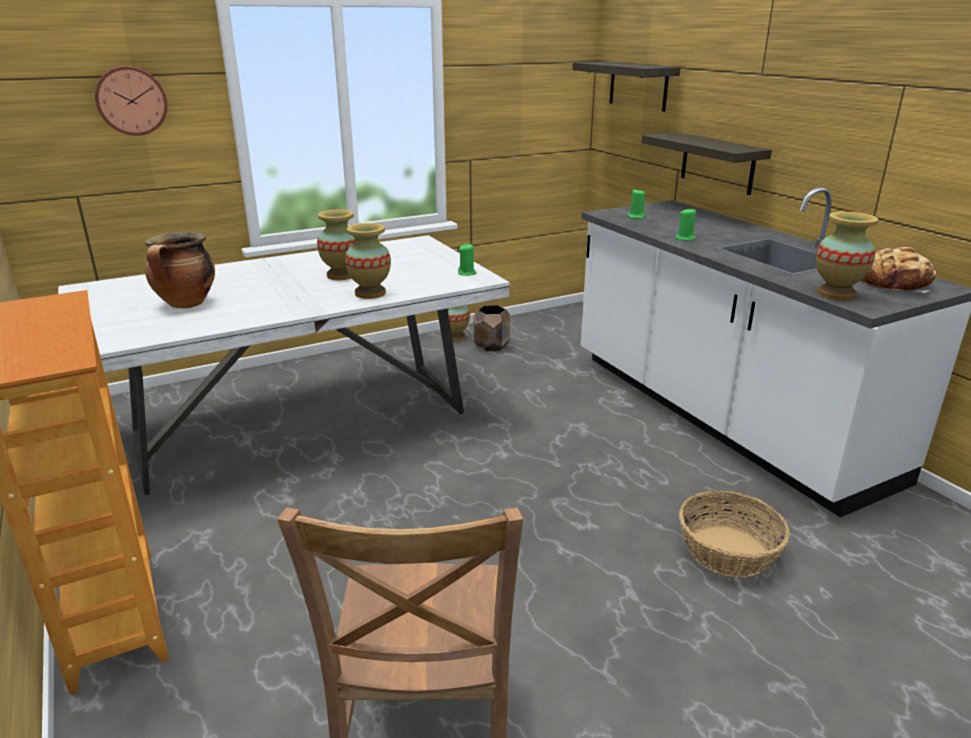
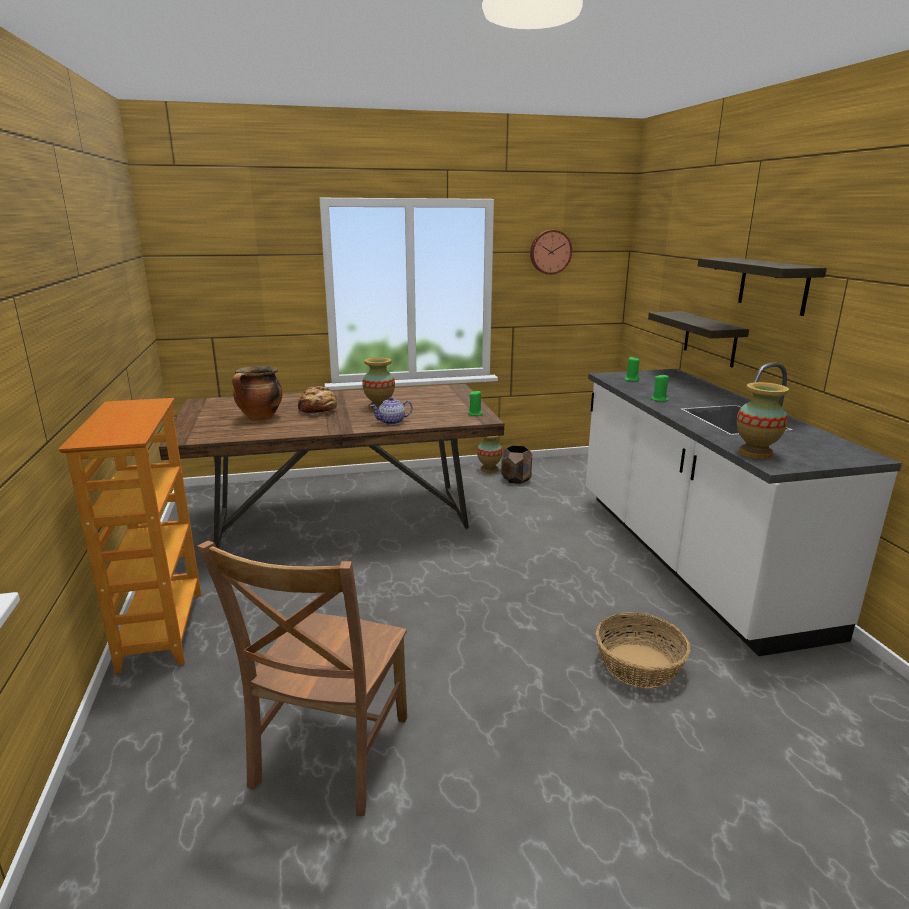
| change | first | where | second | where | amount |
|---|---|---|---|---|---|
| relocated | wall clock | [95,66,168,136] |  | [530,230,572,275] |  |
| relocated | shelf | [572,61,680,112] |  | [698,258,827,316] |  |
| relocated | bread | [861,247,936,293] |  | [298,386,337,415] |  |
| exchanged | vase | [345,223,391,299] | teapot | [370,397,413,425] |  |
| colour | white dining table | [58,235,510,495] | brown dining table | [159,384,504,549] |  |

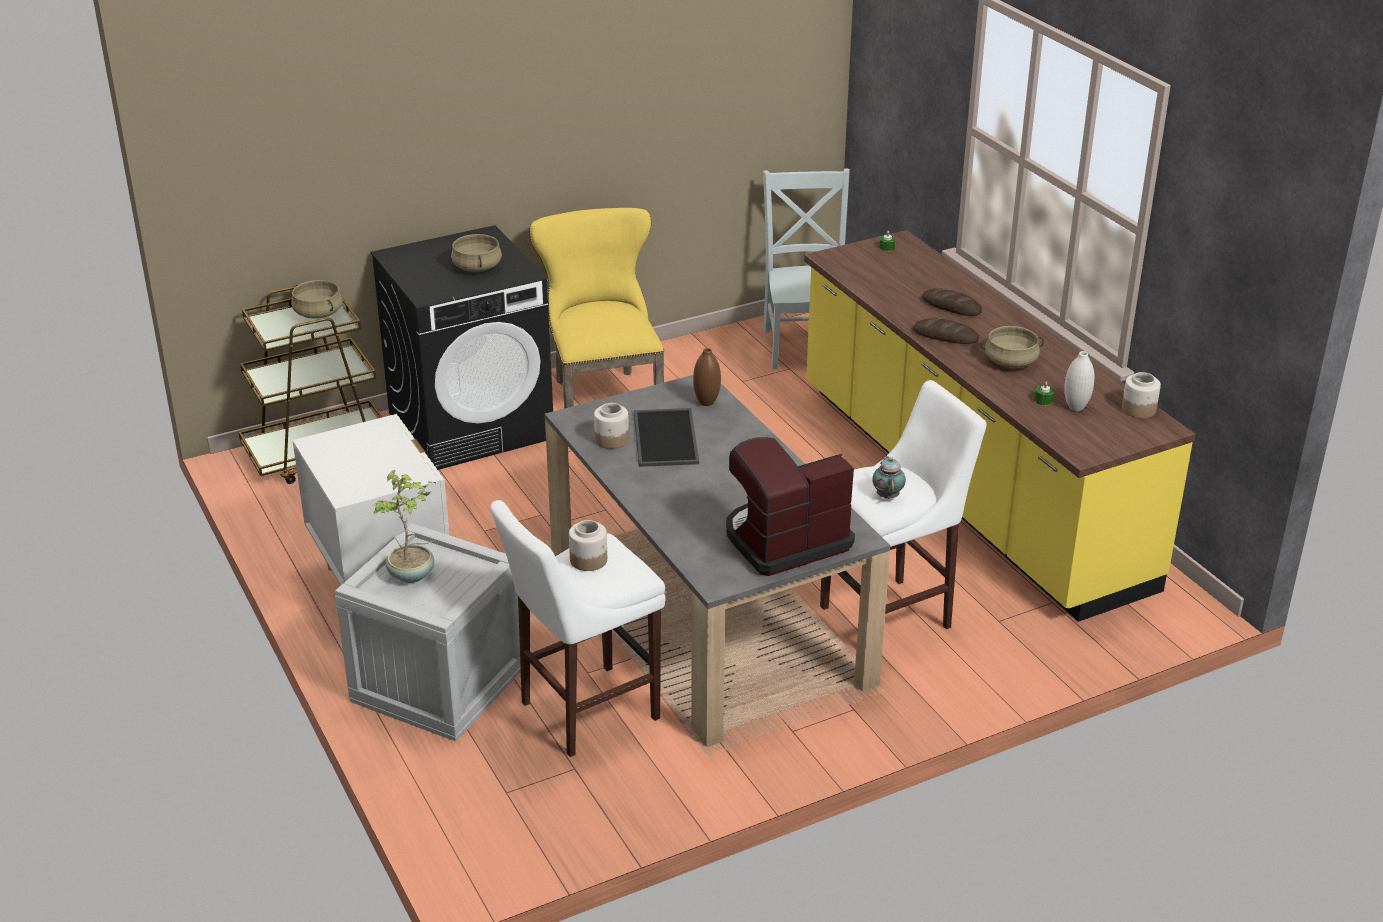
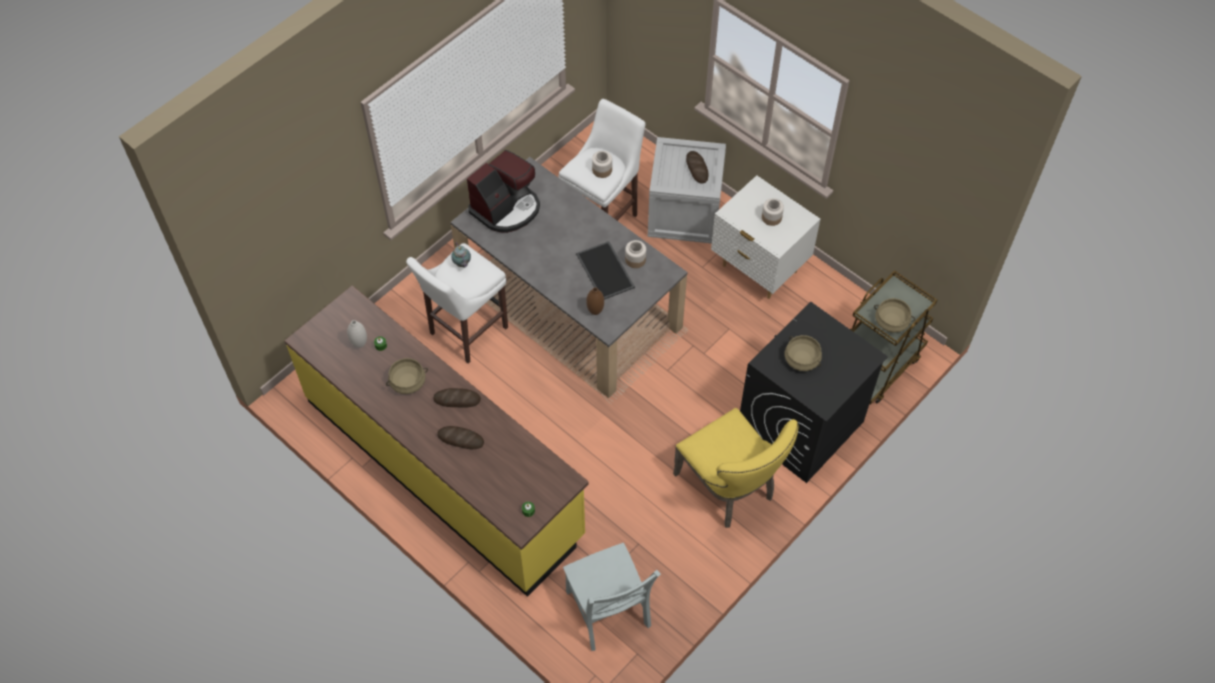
| change | first | where | second | where | amount |
|---|---|---|---|---|---|
| relocated | jar | [1122,372,1161,418] |  | [762,198,784,226] |  |
| exchanged | potted plant | [374,470,435,583] | bread | [686,151,709,183] |  |

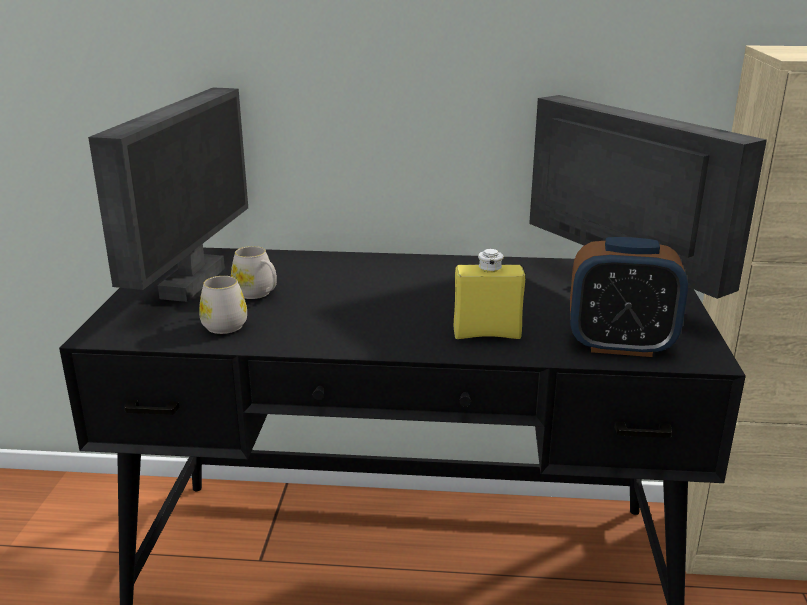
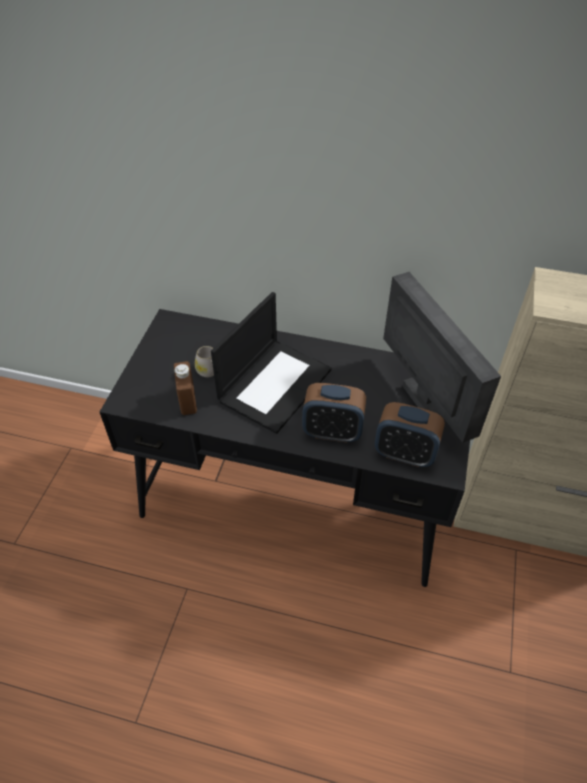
| change | first | where | second | where | amount |
|---|---|---|---|---|---|
| missing | monitor | [88,87,248,302] |  |  |  |
| appeared |  |  | laptop | [211,292,332,434] |  |
| exchanged | white mug | [199,276,247,334] | brown bottle | [174,361,197,415] |  |
| exchanged | yellow bottle | [454,249,525,339] | alarm clock | [302,383,366,443] |  |

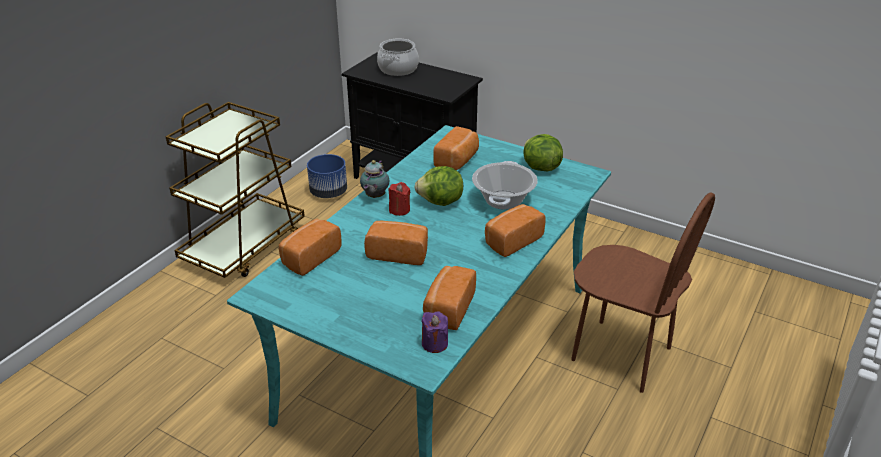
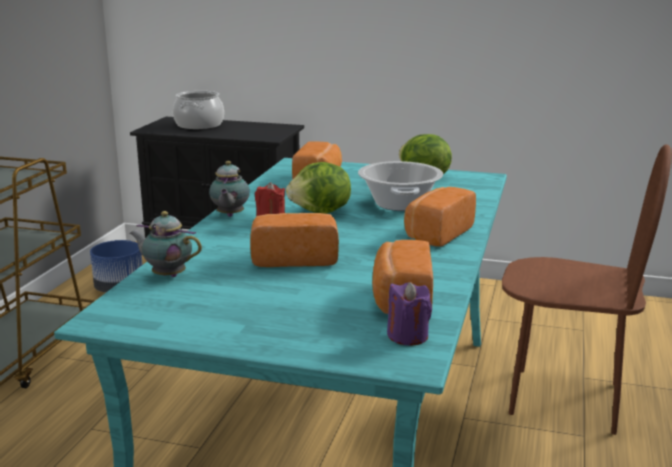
| change | first | where | second | where | amount |
|---|---|---|---|---|---|
| exchanged | bread | [279,219,342,276] | teapot | [130,211,202,277] |  |

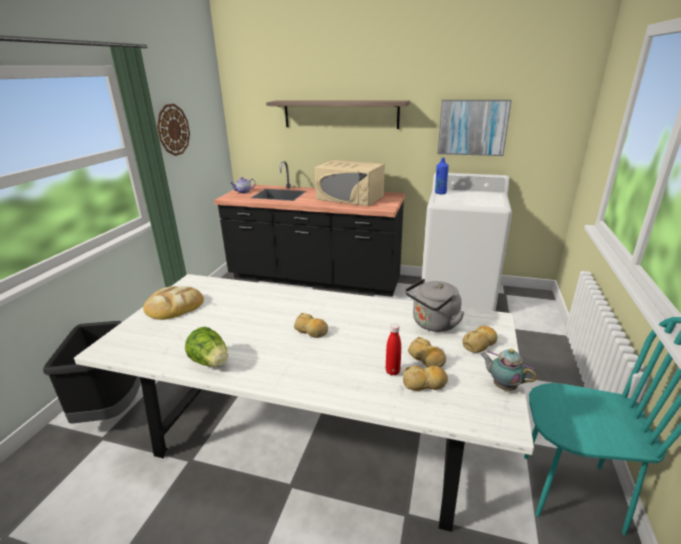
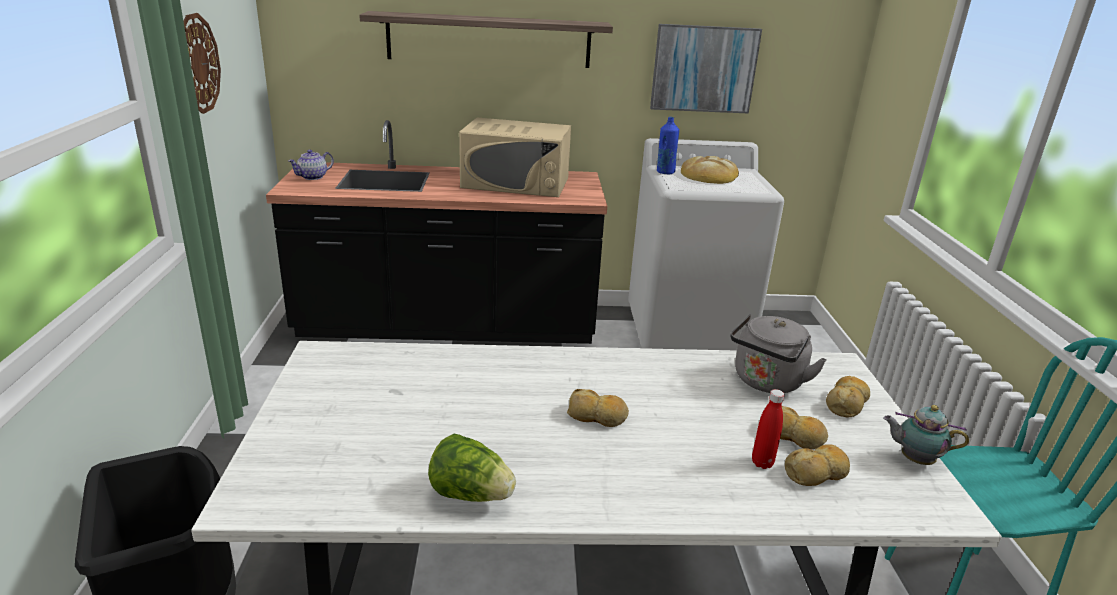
| change | first | where | second | where | amount |
|---|---|---|---|---|---|
| relocated | bread | [143,286,204,320] |  | [681,156,739,184] |  |

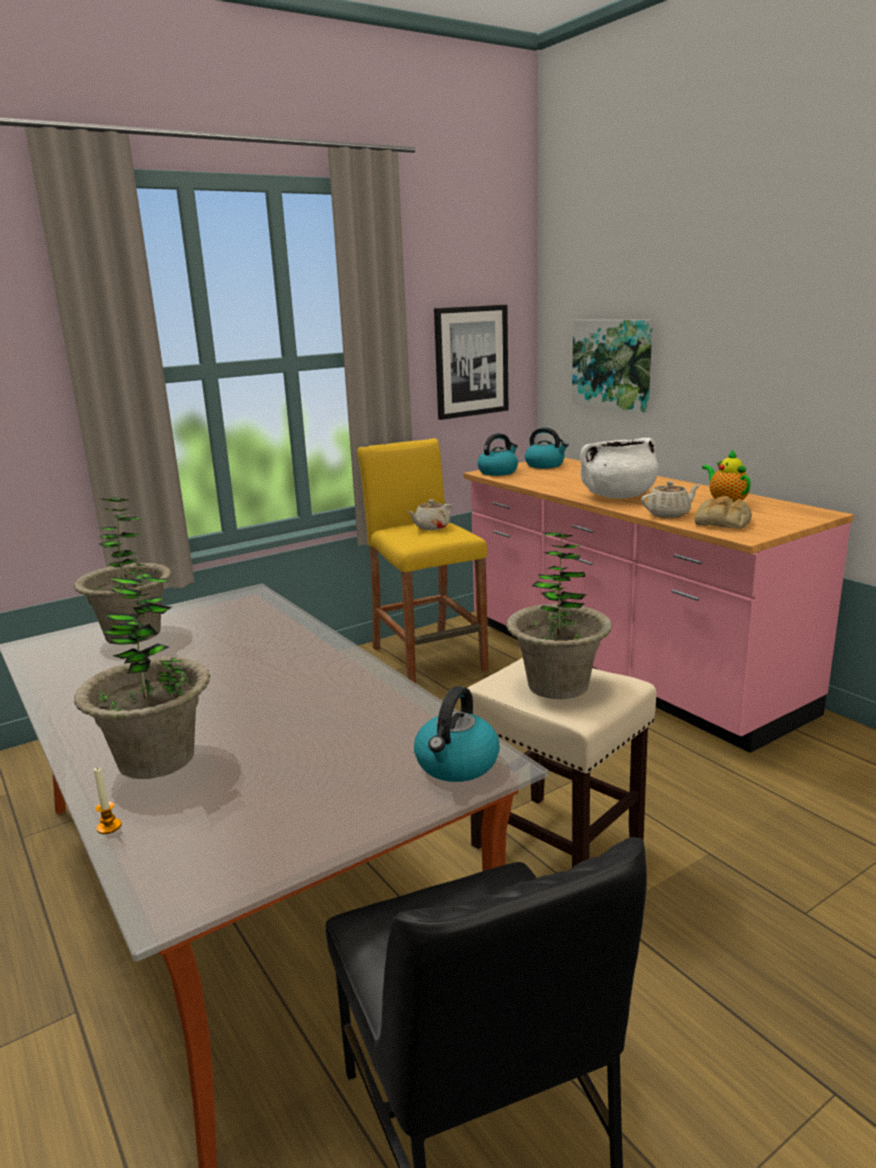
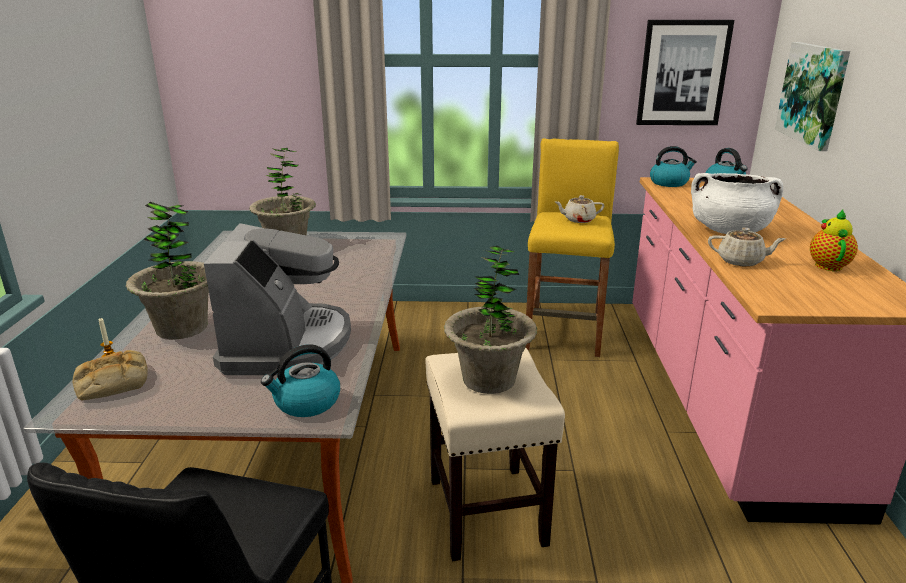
| change | first | where | second | where | amount |
|---|---|---|---|---|---|
| appeared |  |  | coffee machine | [204,223,351,375] |  |
| relocated | bread | [695,496,752,529] |  | [73,350,148,400] |  |

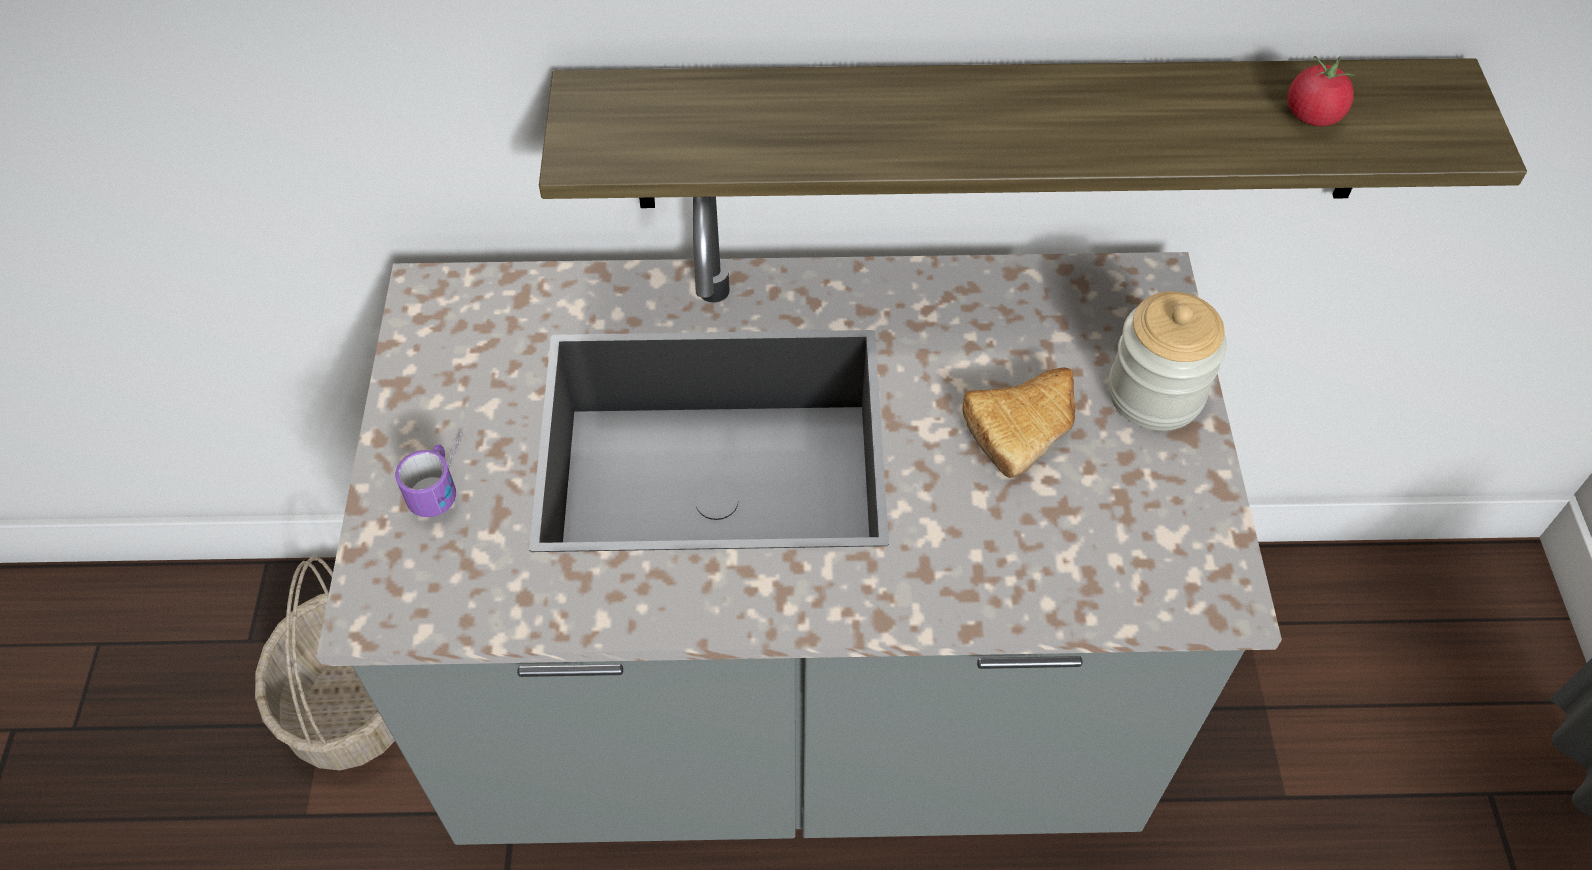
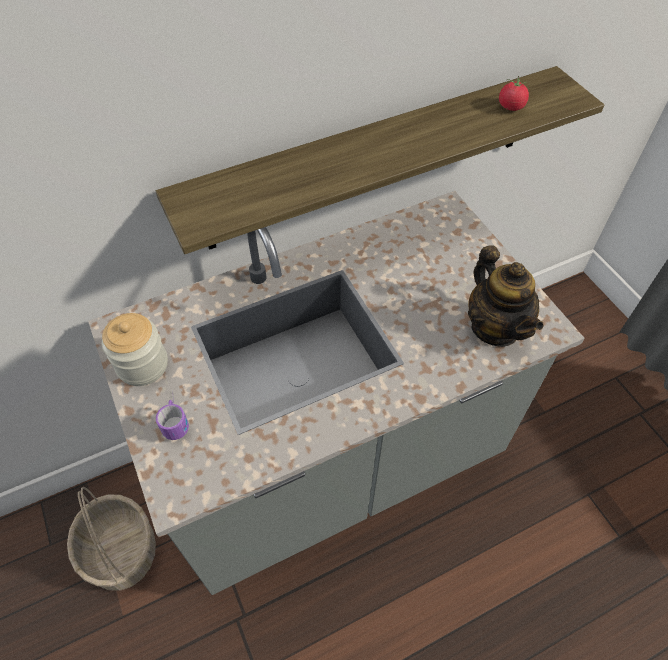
| change | first | where | second | where | amount |
|---|---|---|---|---|---|
| missing | bread | [962,367,1075,478] |  |  |  |
| appeared |  |  | teapot | [468,245,544,347] |  |
| relocated | jar | [1108,291,1227,431] |  | [102,313,168,386] |  |

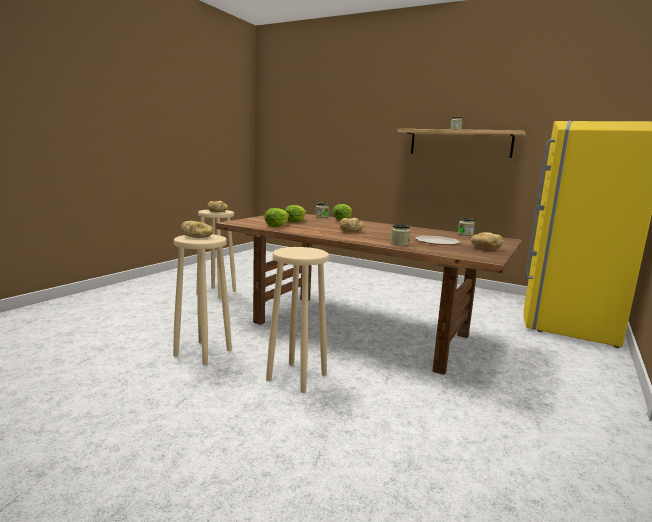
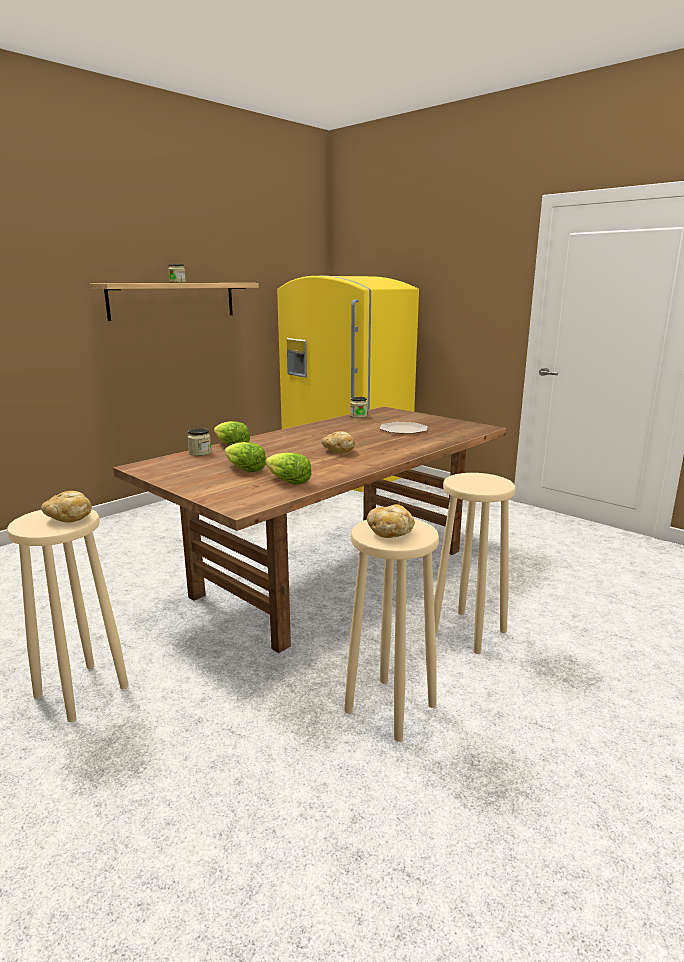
| change | first | where | second | where | amount |
|---|---|---|---|---|---|
| missing | jar | [391,224,410,246] |  |  |  |
| missing | bread | [471,232,503,250] |  |  |  |

